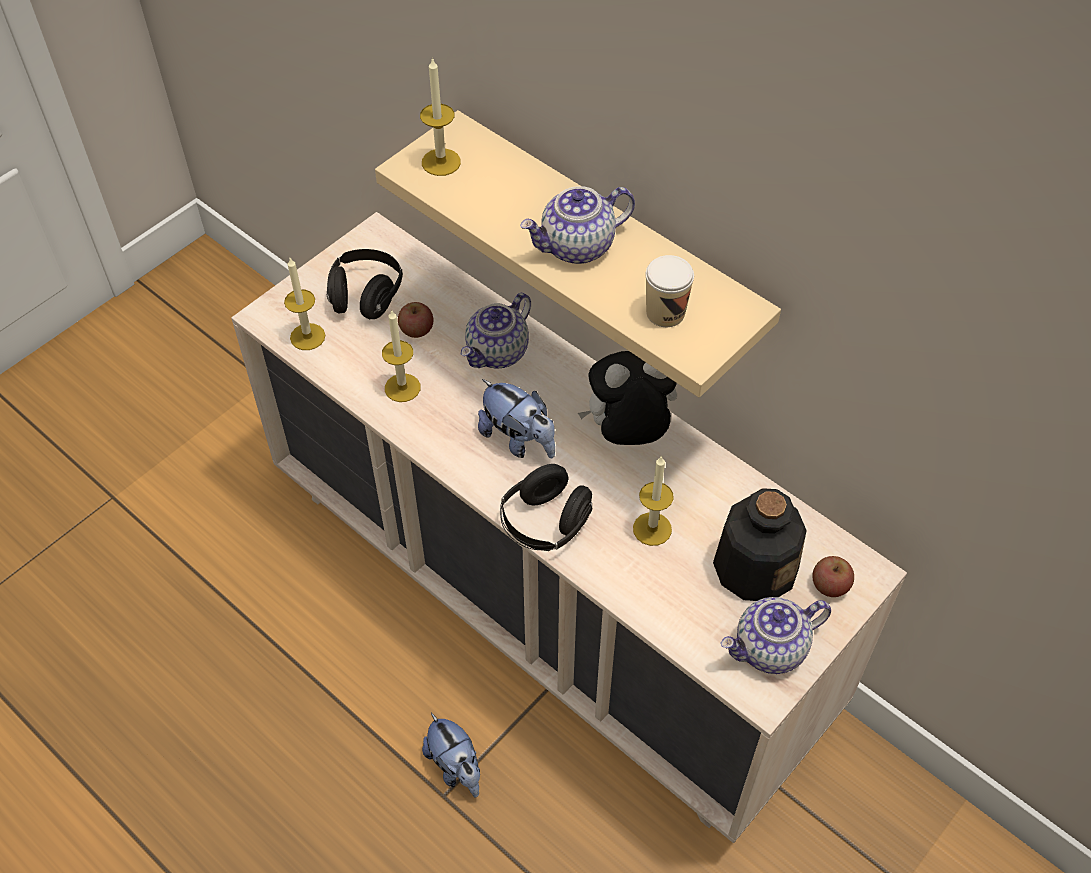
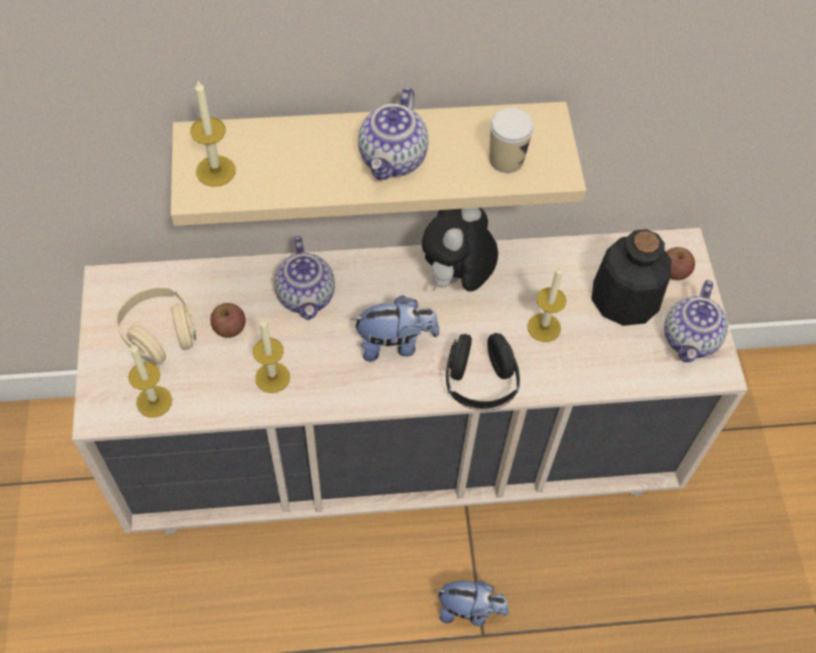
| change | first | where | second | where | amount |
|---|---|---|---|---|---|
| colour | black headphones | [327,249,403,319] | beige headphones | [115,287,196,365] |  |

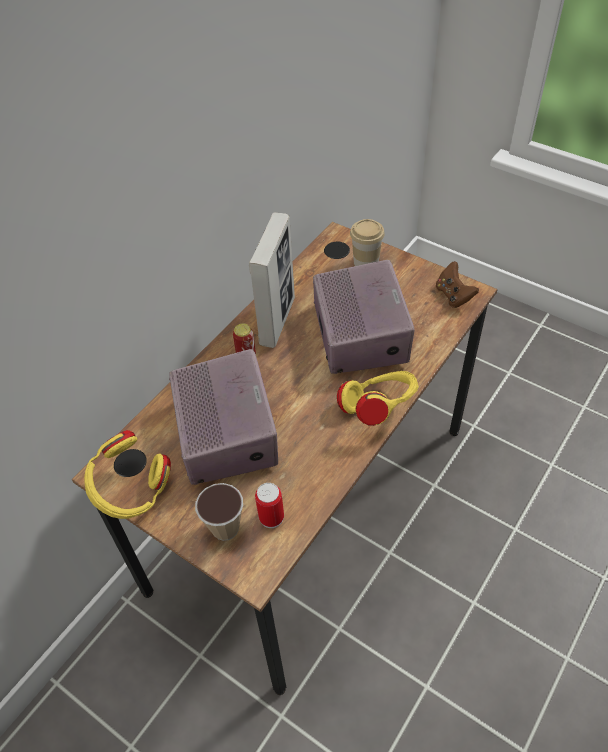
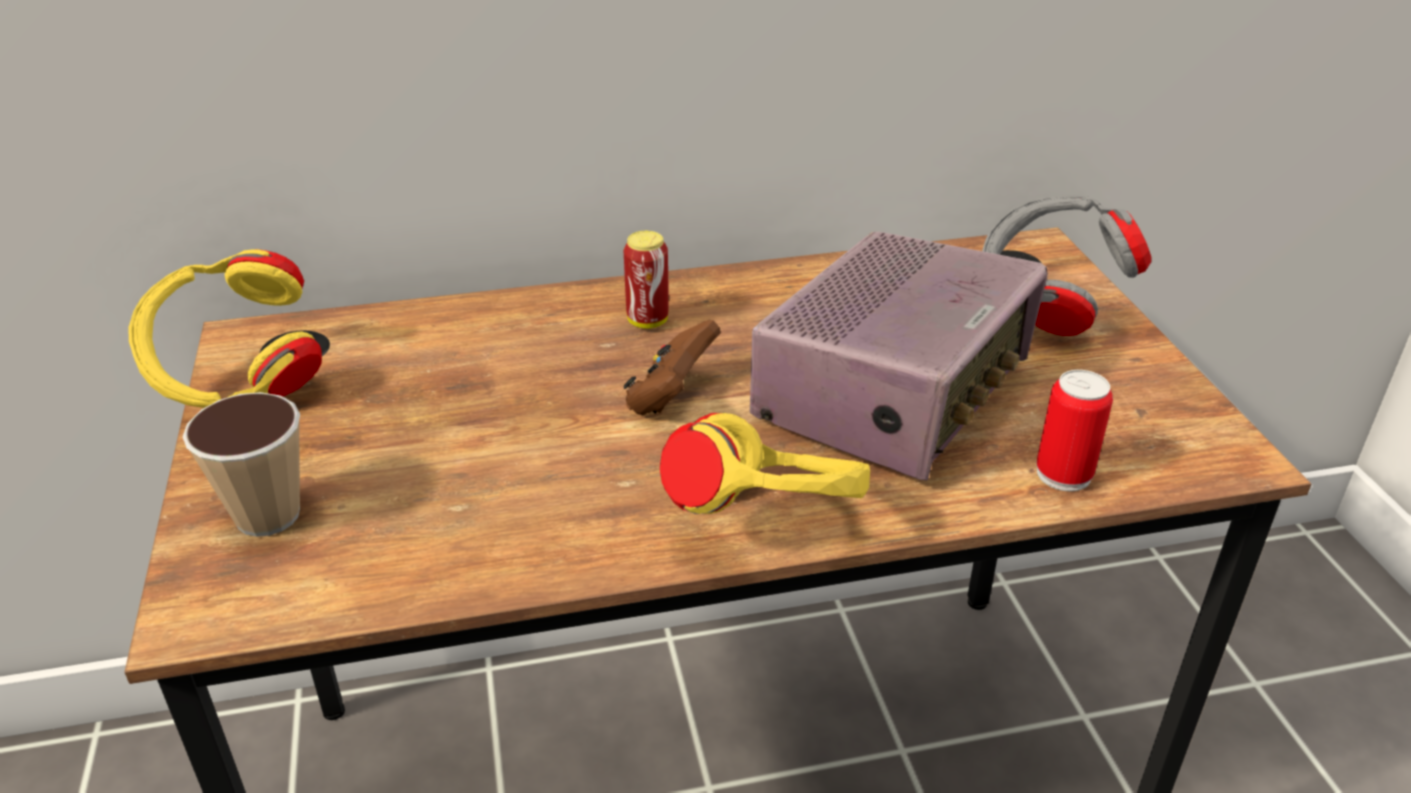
| change | first | where | second | where | amount |
|---|---|---|---|---|---|
| missing | radio | [169,349,278,485] |  |  |  |
| missing | picture frame | [249,212,295,348] |  |  |  |
| relocated | can | [255,483,284,528] |  | [1036,370,1113,491] |  |
| relocated | brown game controller | [436,261,479,308] |  | [624,320,721,415] |  |
| exchanged | cup | [350,219,385,266] | grey headphones | [982,195,1152,336] |  |

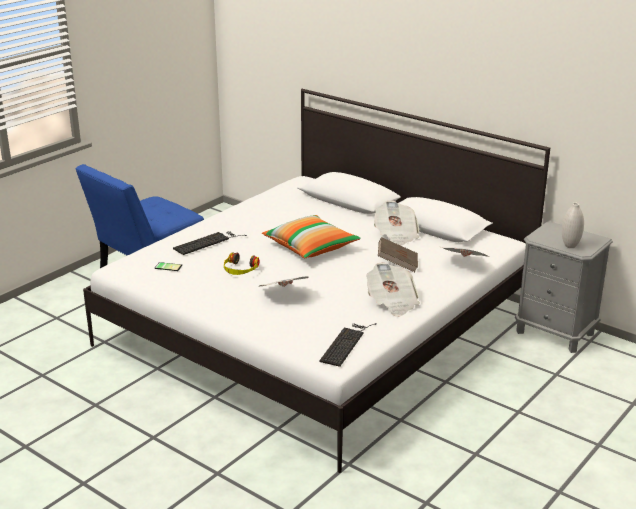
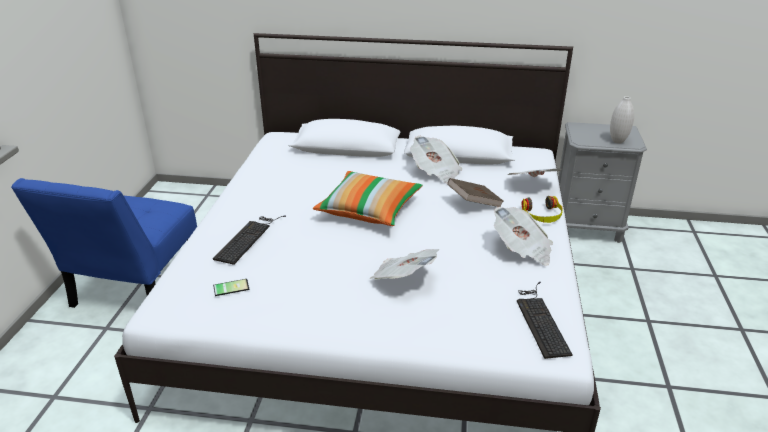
| change | first | where | second | where | amount |
|---|---|---|---|---|---|
| relocated | headphones | [224,252,260,275] |  | [522,196,563,223] |  |

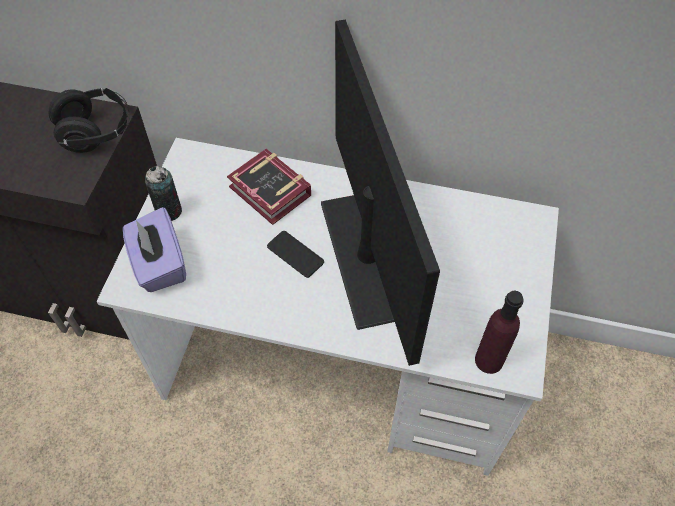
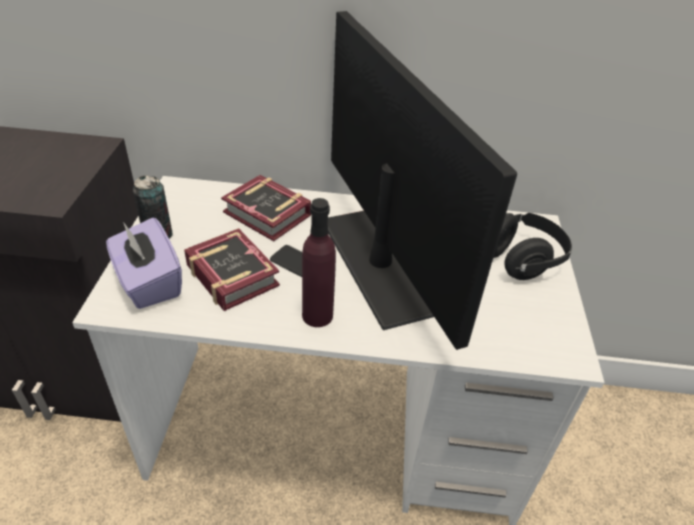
| change | first | where | second | where | amount |
|---|---|---|---|---|---|
| appeared |  |  | book | [184,228,280,311] |  |
| relocated | black headphones | [49,88,130,153] |  | [493,213,572,280] |  |
| relocated | purple bottle | [475,291,524,374] |  | [302,198,336,327] |  |

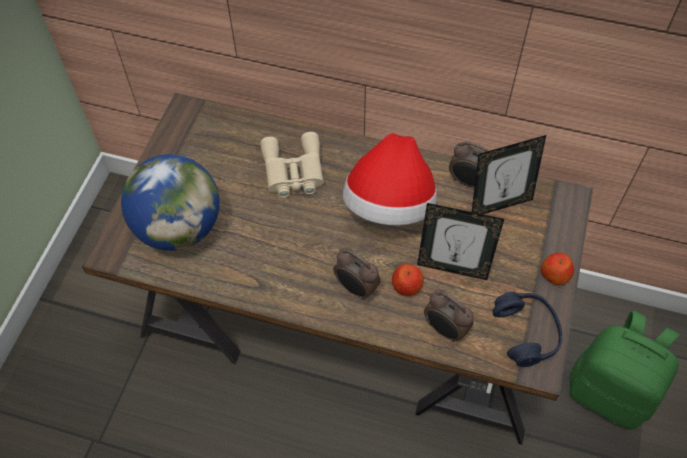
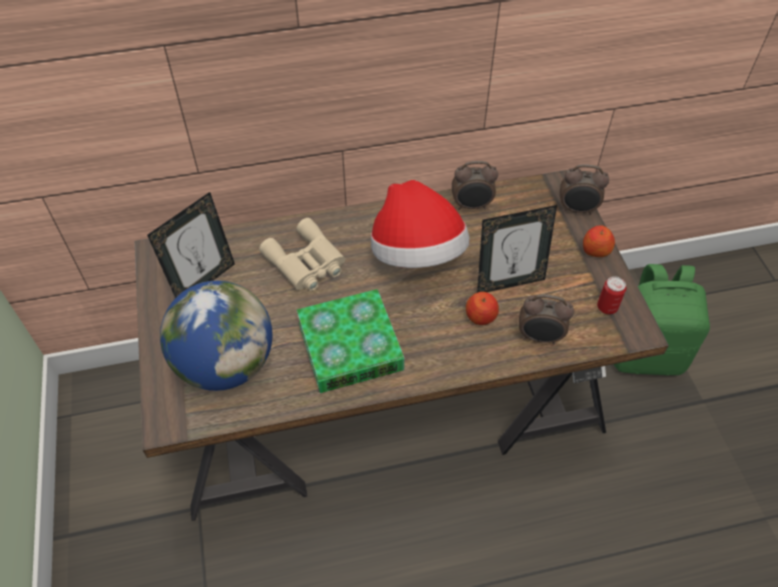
| change | first | where | second | where | amount |
|---|---|---|---|---|---|
| appeared |  |  | book | [297,289,405,393] |  |
| relocated | alarm clock | [333,248,381,300] |  | [560,164,609,215] |  |
| relocated | picture frame | [472,135,546,214] |  | [147,192,235,298] |  |
| exchanged | blue headphones | [493,292,562,367] | can | [597,276,626,314] |  |

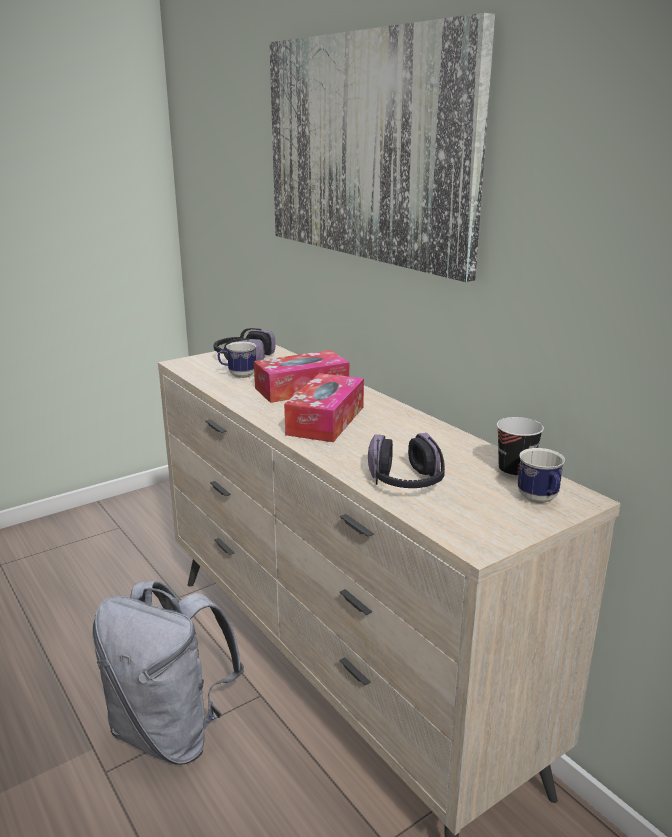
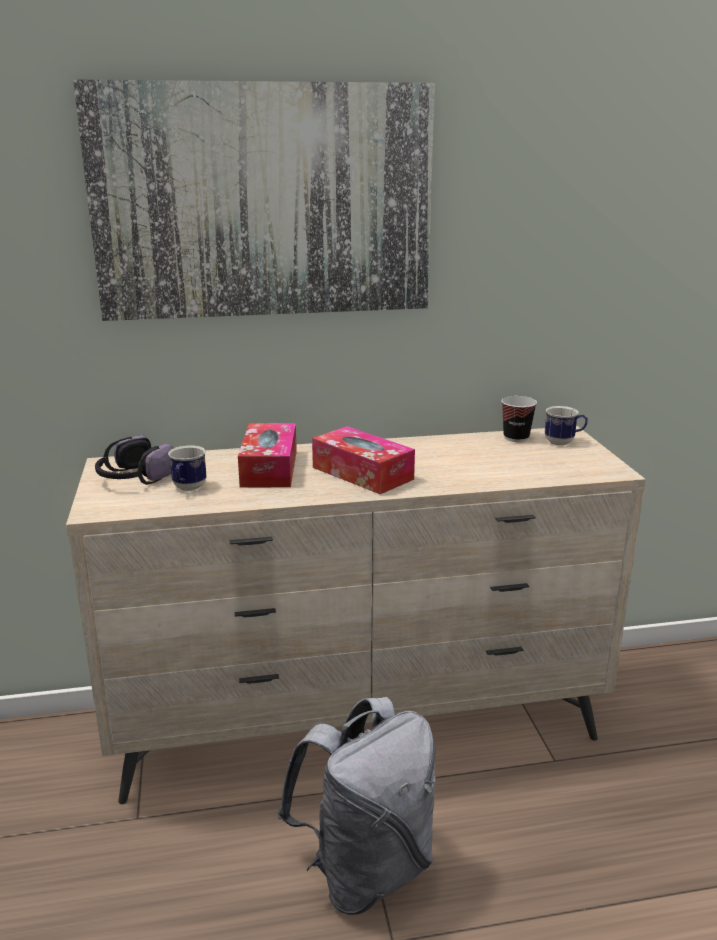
| change | first | where | second | where | amount |
|---|---|---|---|---|---|
| missing | headphones | [368,433,445,488] |  |  |  |

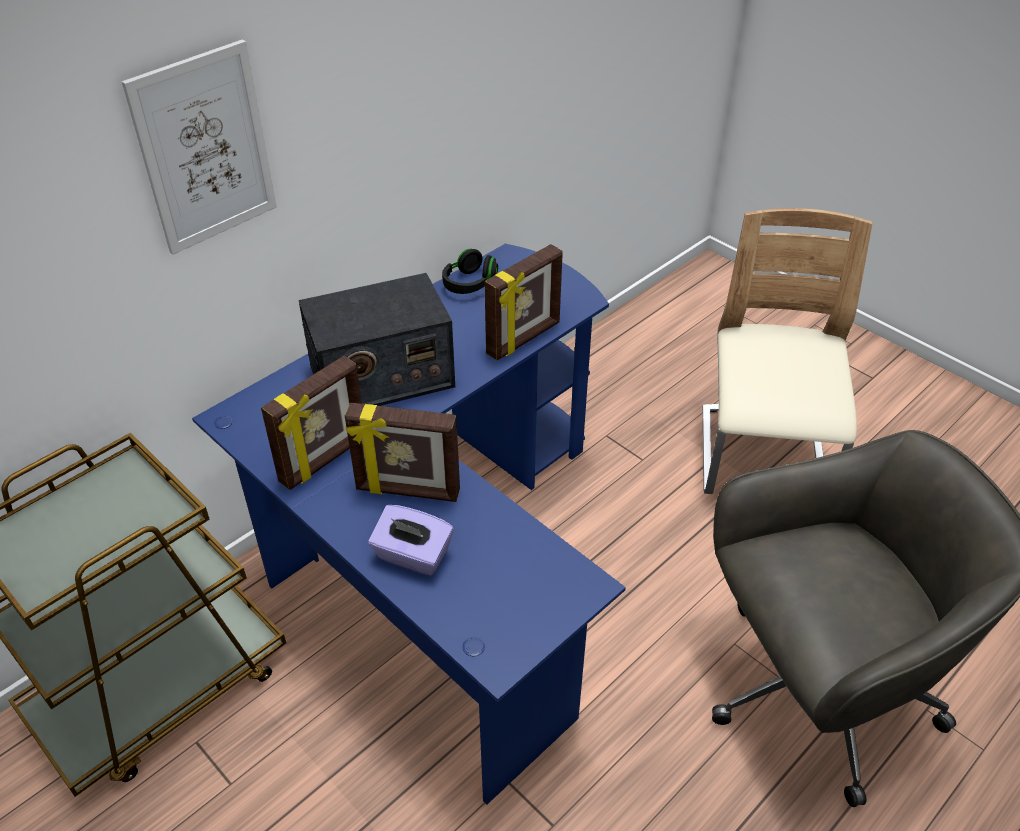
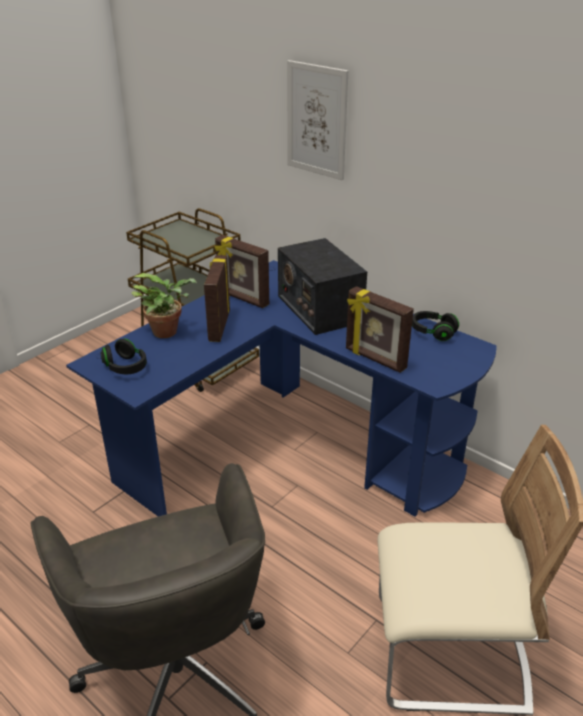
| change | first | where | second | where | amount |
|---|---|---|---|---|---|
| appeared |  |  | black headphones | [100,339,147,374] |  |
| exchanged | purple tissue box | [368,505,454,576] | potted plant | [131,273,197,338] |  |

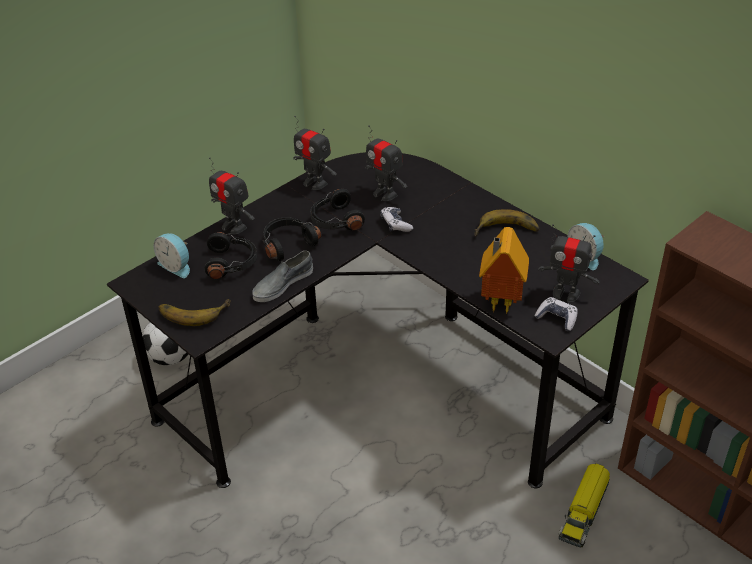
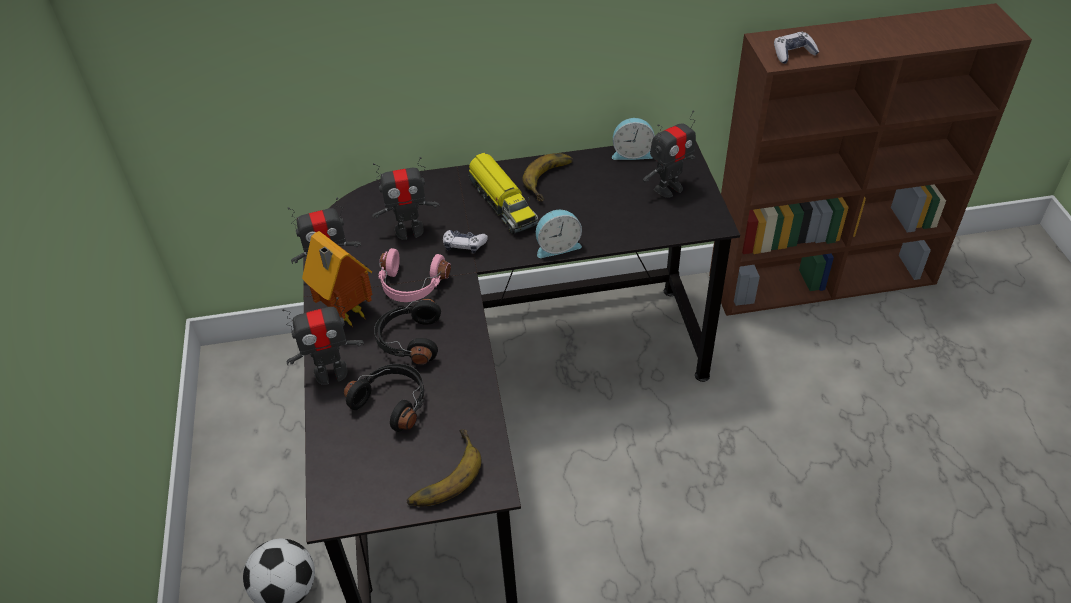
| change | first | where | second | where | amount |
|---|---|---|---|---|---|
| missing | grey shoe | [252,251,313,302] |  |  |  |
| relocated | alarm clock | [154,233,190,278] |  | [536,210,582,258] |  |
| relocated | toy house | [479,227,529,313] |  | [302,231,372,327] |  |
| relocated | game controller | [534,297,578,331] |  | [774,32,819,64] |  |
| relocated | toy truck | [559,463,610,547] |  | [468,153,538,234] |  |
| colour | black headphones | [311,189,365,231] | pink headphones | [378,248,451,302] |  |

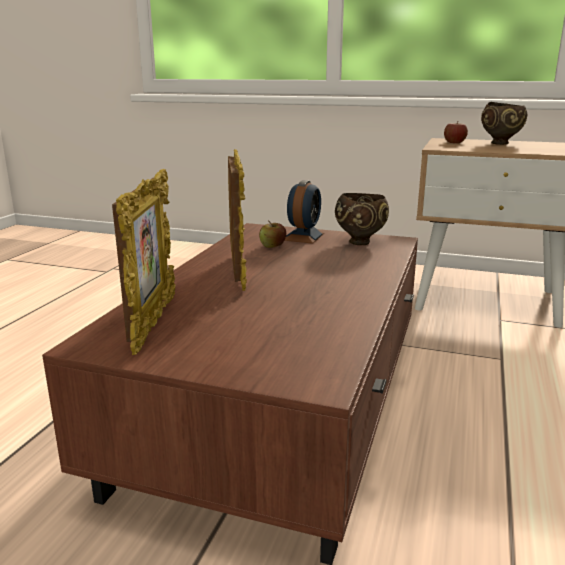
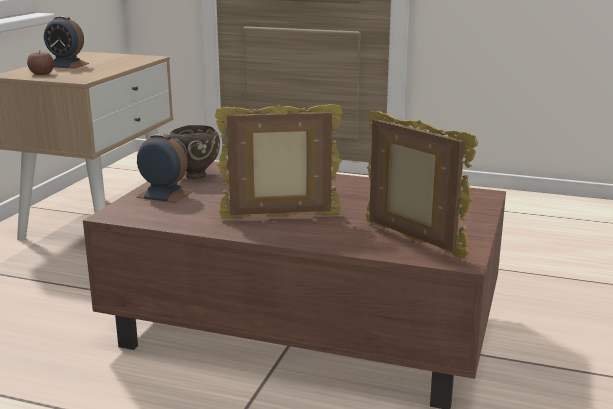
| change | first | where | second | where | amount |
|---|---|---|---|---|---|
| missing | apple | [259,220,286,248] |  |  |  |
| exchanged | brown bowl | [481,102,527,145] | alarm clock | [44,16,89,69] |  |
| spun | picture frame | [112,169,175,355] |  | [366,111,478,259] | 45 degrees clockwise |

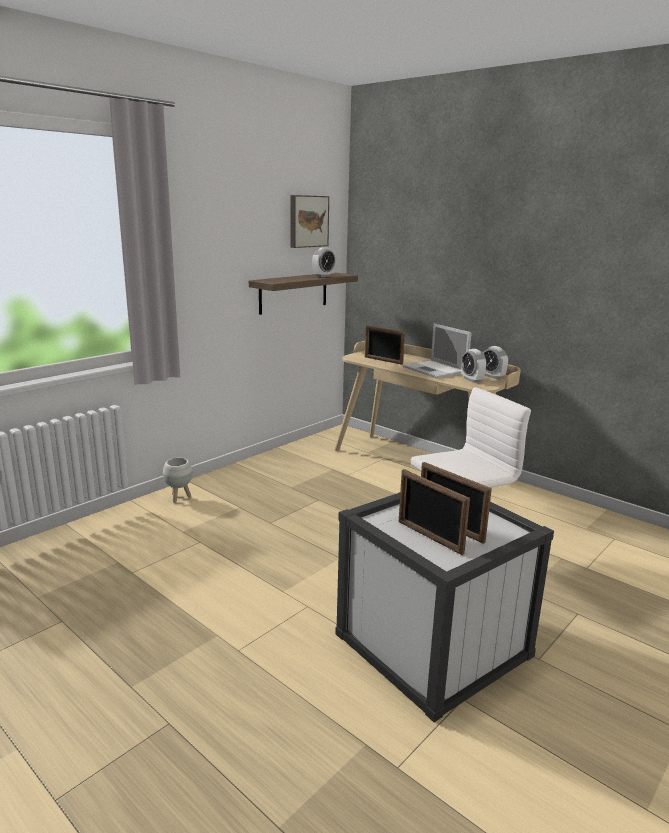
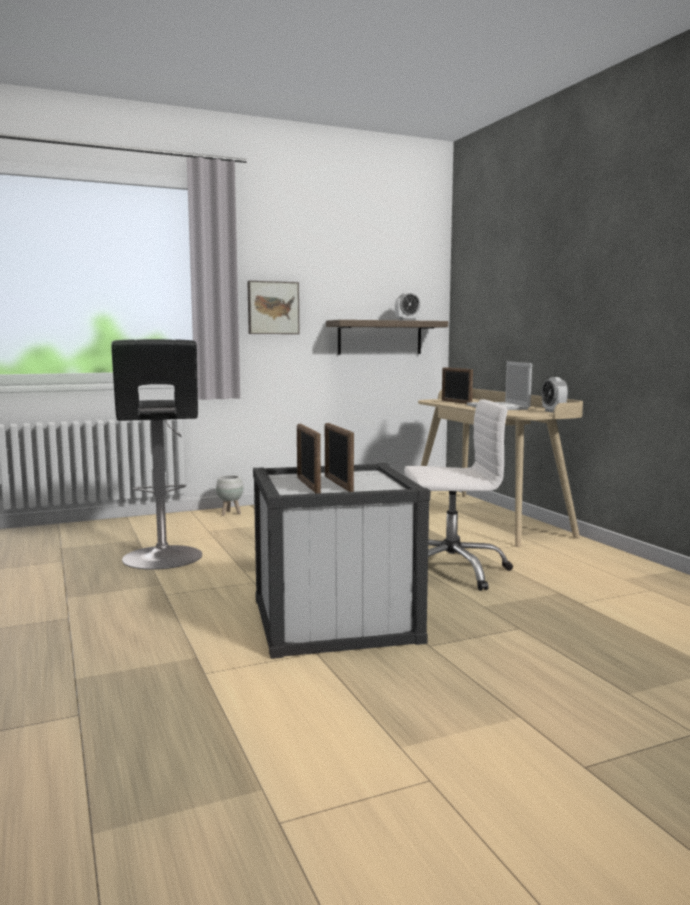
| change | first | where | second | where | amount |
|---|---|---|---|---|---|
| missing | alarm clock | [461,349,486,383] |  |  |  |
| appeared |  |  | black stool | [111,339,202,570] |  |
| relocated | picture | [290,195,329,248] |  | [247,281,299,334] |  |

